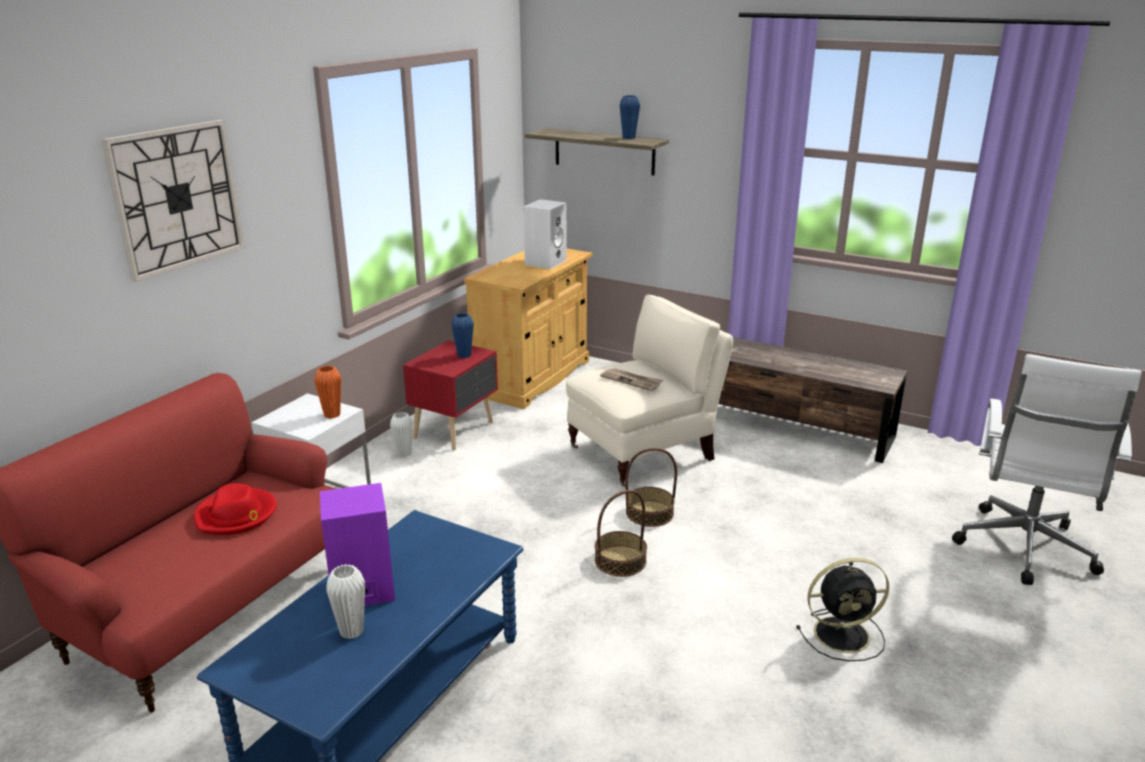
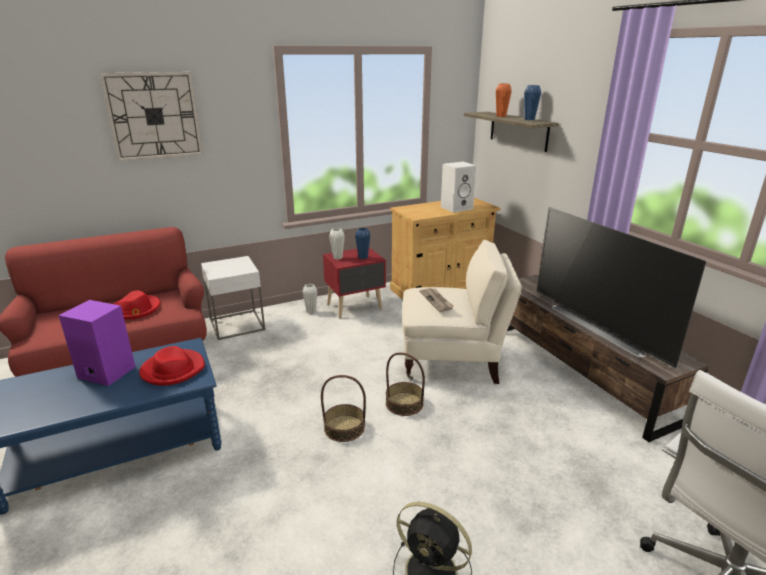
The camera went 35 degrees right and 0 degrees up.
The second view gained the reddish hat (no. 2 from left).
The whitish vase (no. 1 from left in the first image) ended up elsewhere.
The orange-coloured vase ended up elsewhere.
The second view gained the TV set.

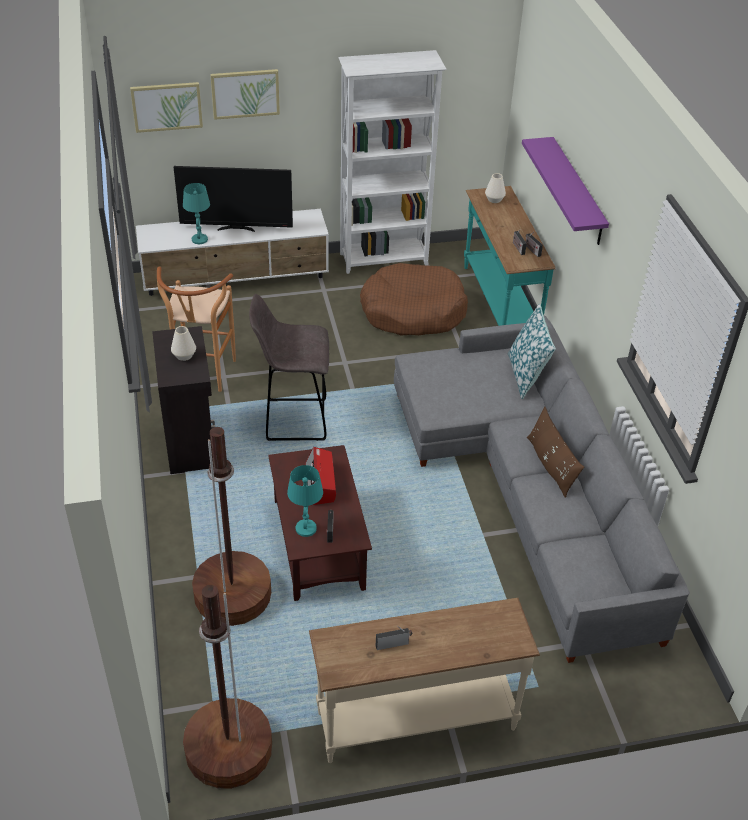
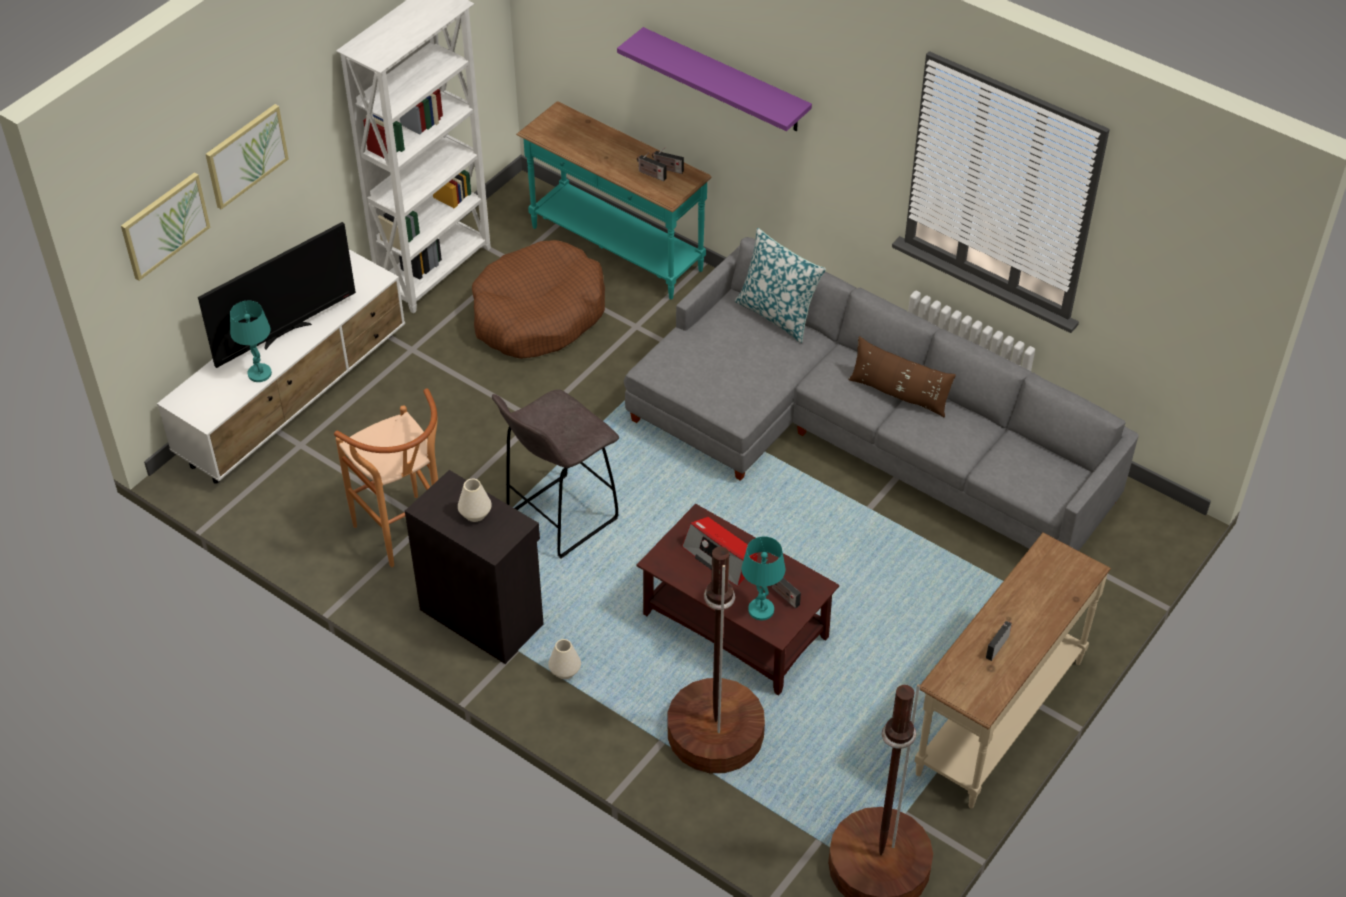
The camera went 40 degrees left and 5 degrees up.
The whitish vase (no. 2 from left) ended up elsewhere.

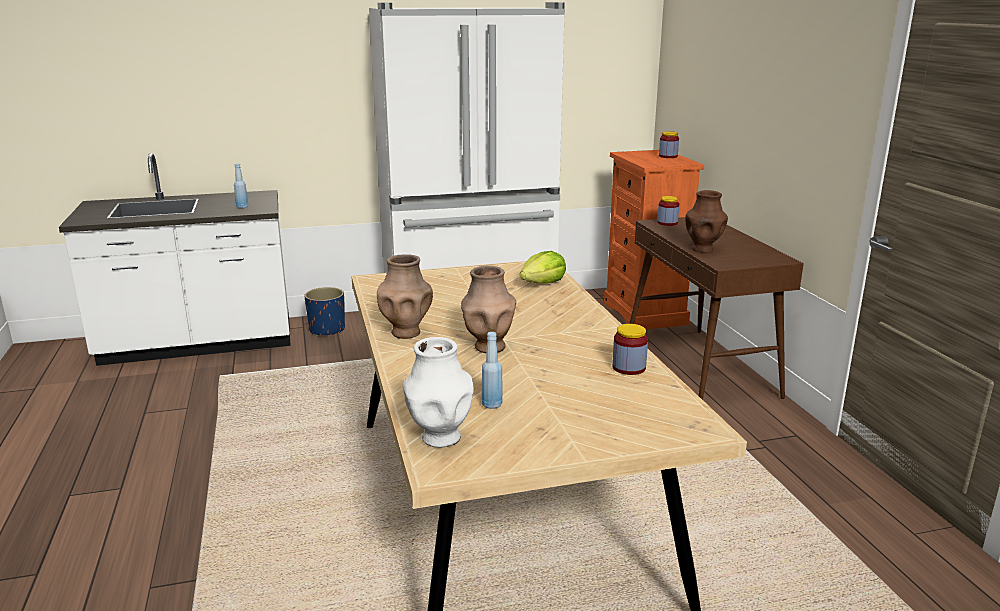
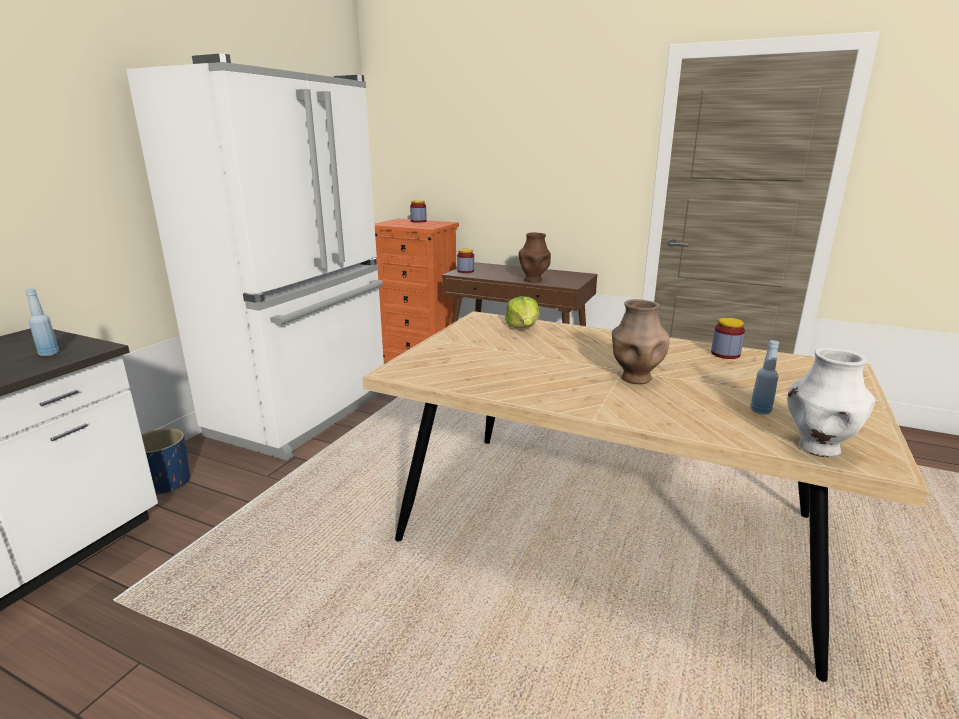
The camera went 50 degrees left and 0 degrees up.
The second view lost the brownish vase (no. 1 from left).

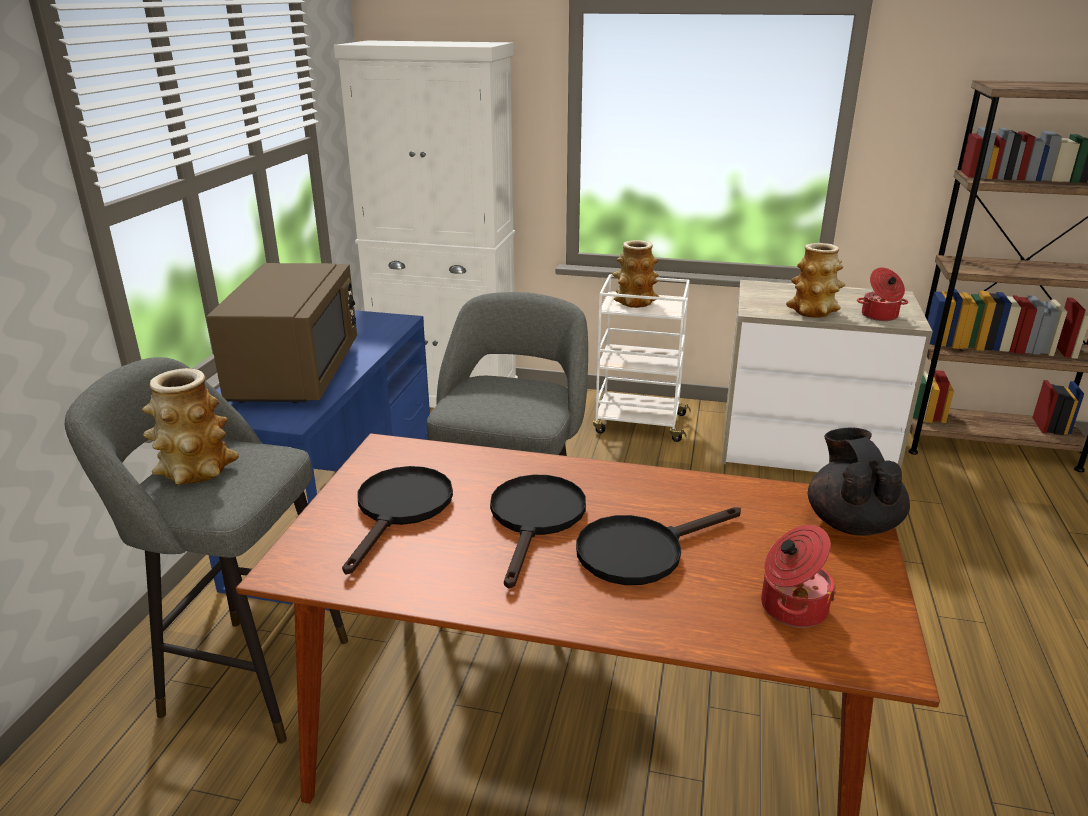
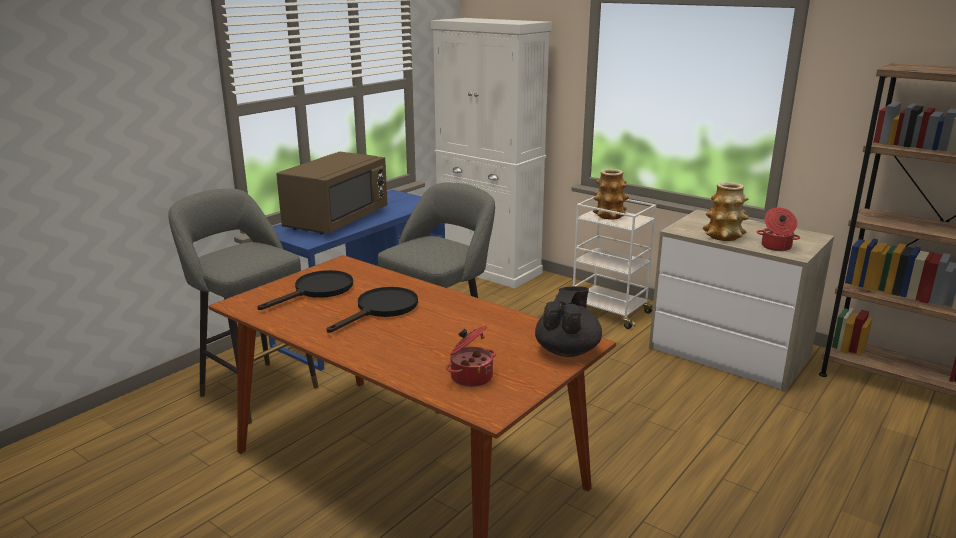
The camera went 25 degrees right and 5 degrees down.
The second view lost the vase (no. 1 from left).
The second view lost the blackish frying pan (no. 3 from left).

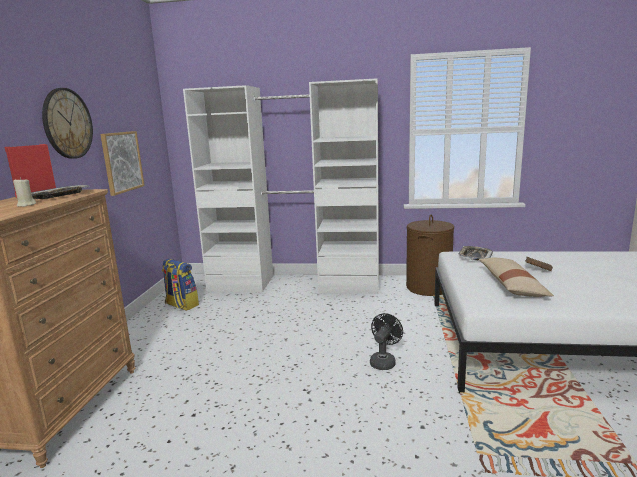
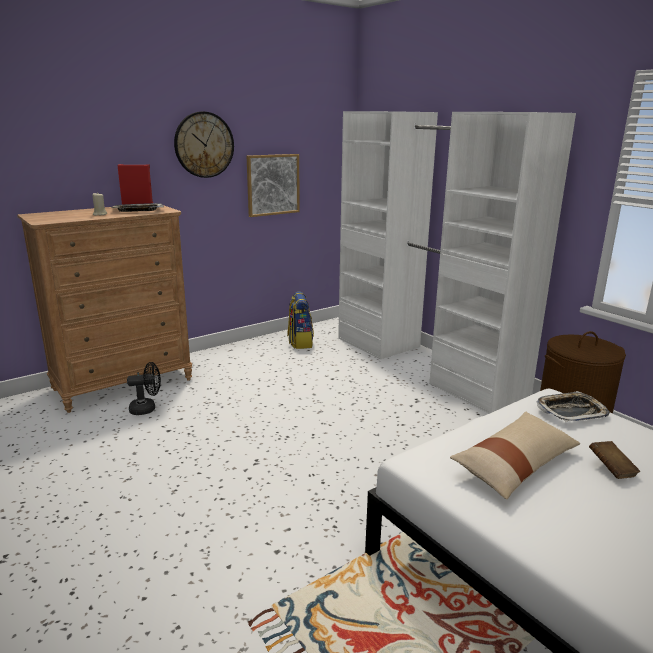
The camera went 45 degrees right and 5 degrees up.
The blackish cooling fan ended up elsewhere.

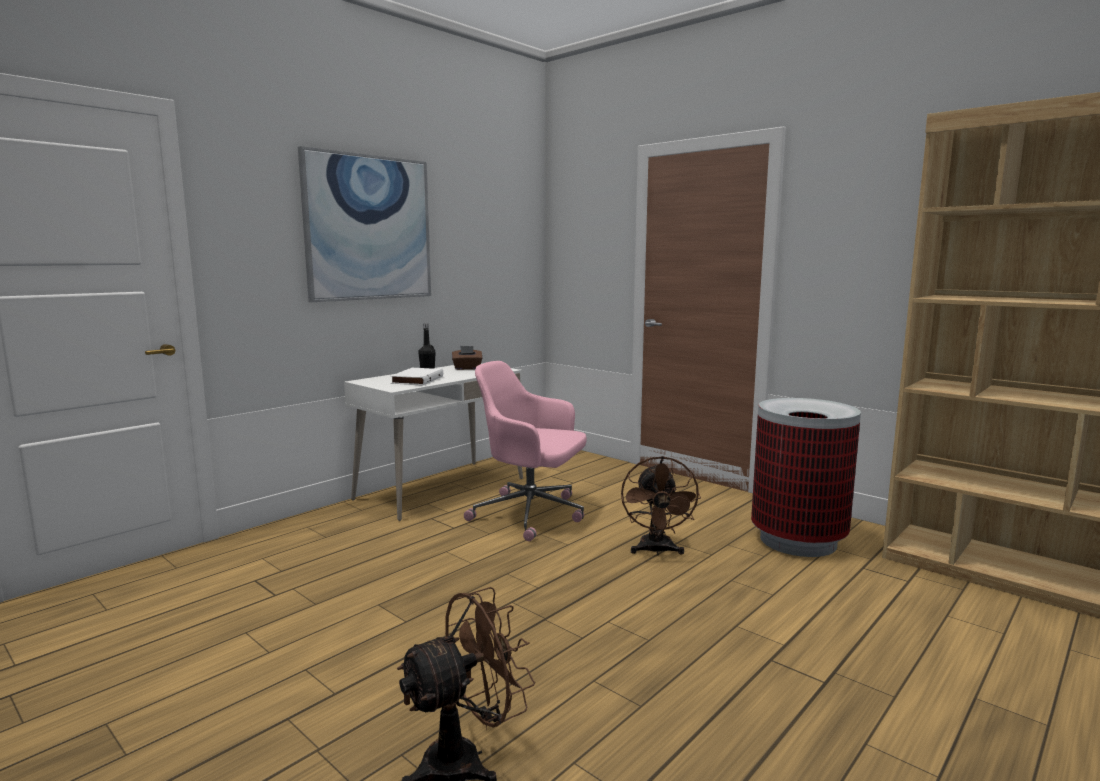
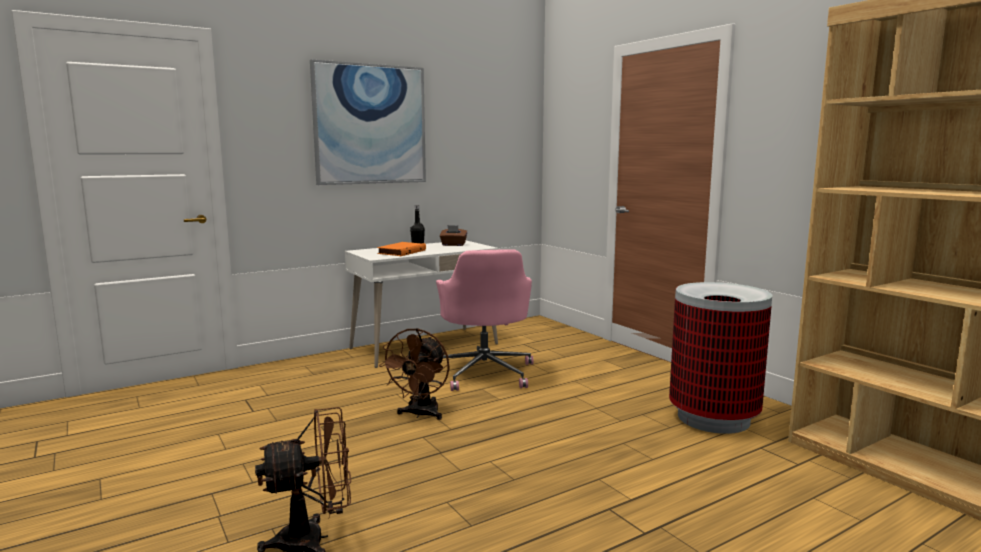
The camera went 15 degrees right and 0 degrees up.
What was the whitish volume turned into the orange-coloured volume.
The brownish cooling fan (no. 2 from left) ended up elsewhere.
The pink office chair ended up facing another way, 135 degrees counterclockwise from before.

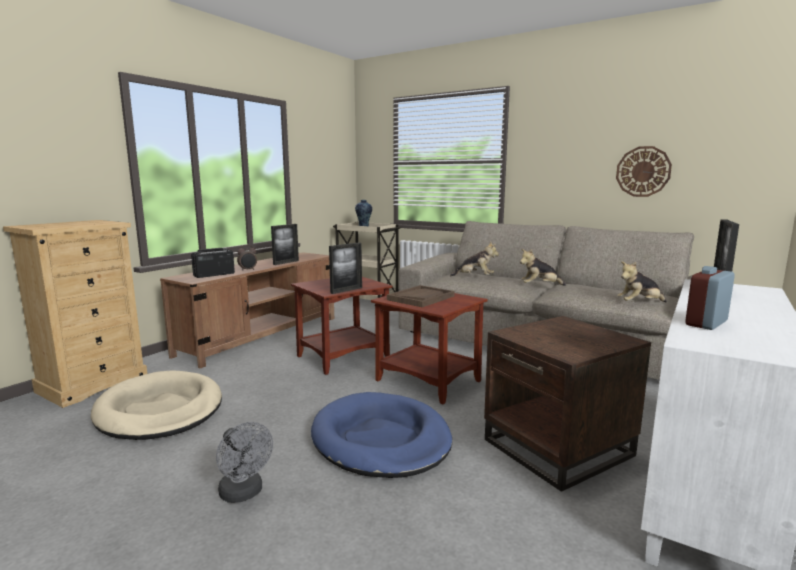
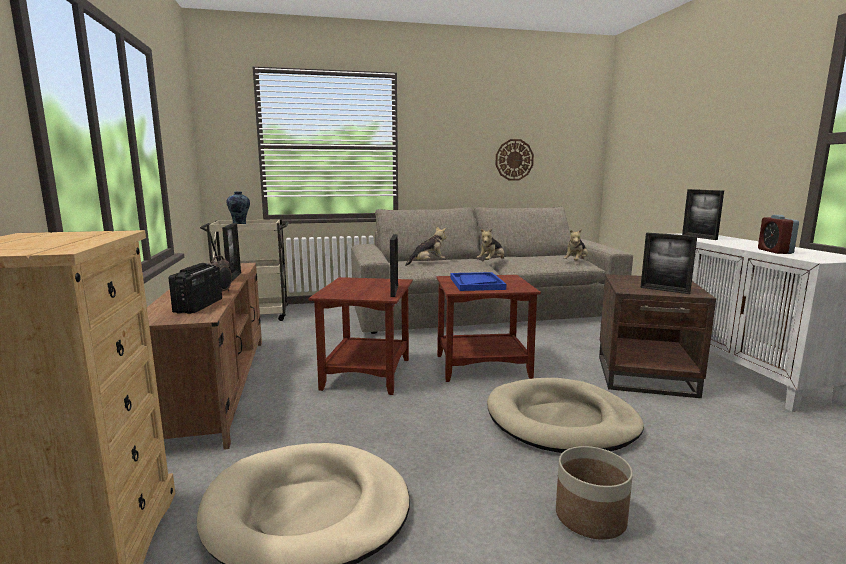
The camera went 45 degrees left and 0 degrees up.
What was the brownish carrying tray turned into the bluish carrying tray.
What was the bluish pet bed turned into the beige pet bed (no. 2 from left).
Where the gray cooling fan stood, the flower pot came to stand.
The second view gained the standing frame (no. 3 from left).

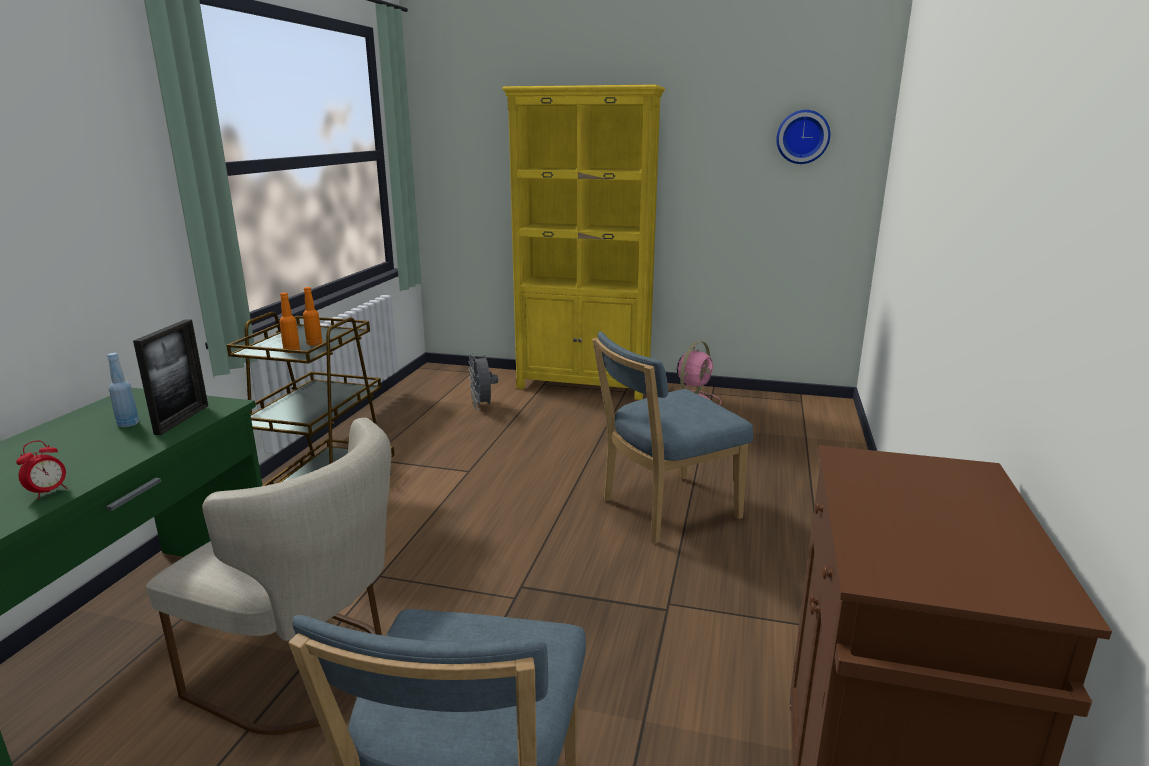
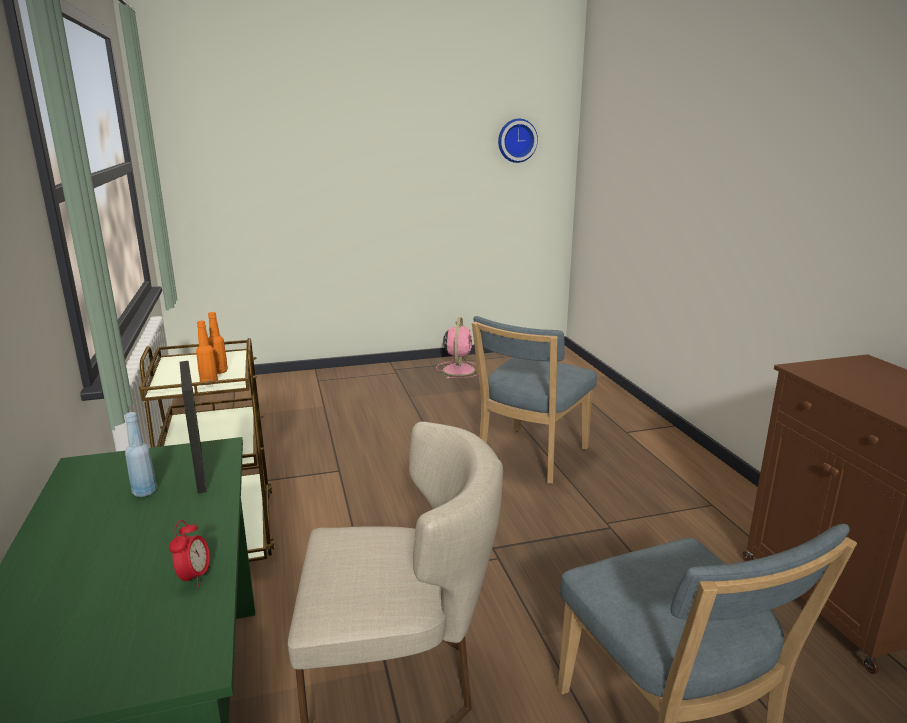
The camera went 30 degrees left and 0 degrees up.
The second view lost the gray cooling fan.
The second view lost the yellow bookcase.

